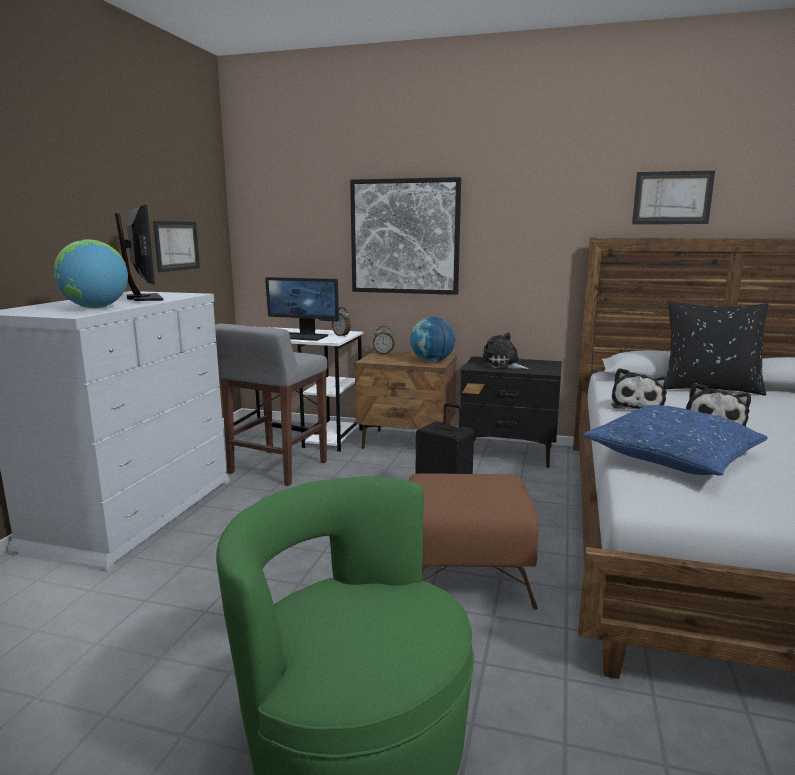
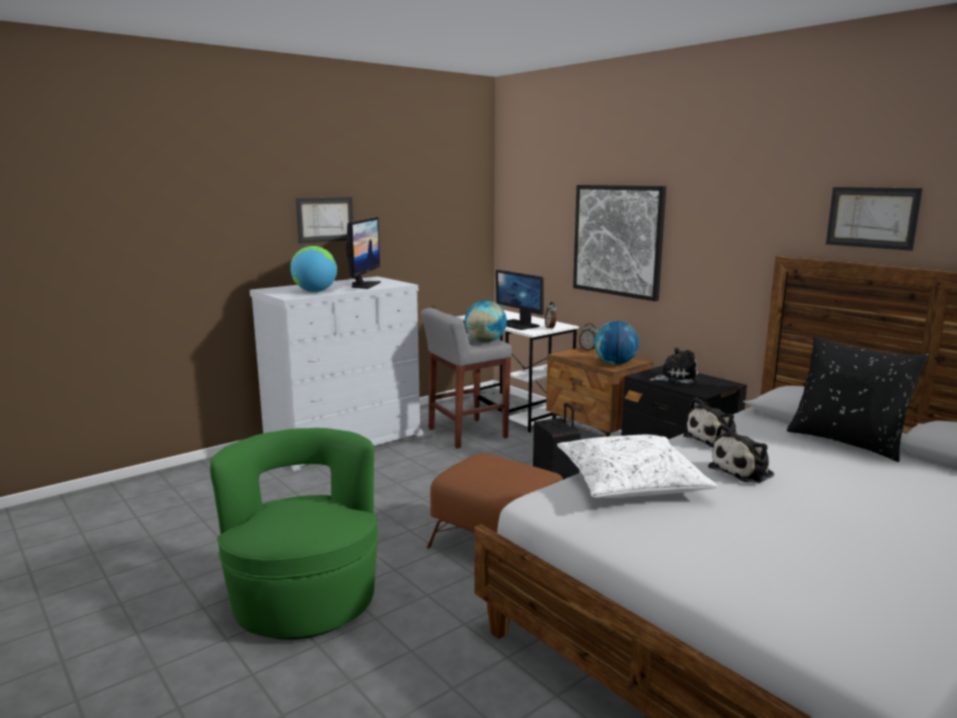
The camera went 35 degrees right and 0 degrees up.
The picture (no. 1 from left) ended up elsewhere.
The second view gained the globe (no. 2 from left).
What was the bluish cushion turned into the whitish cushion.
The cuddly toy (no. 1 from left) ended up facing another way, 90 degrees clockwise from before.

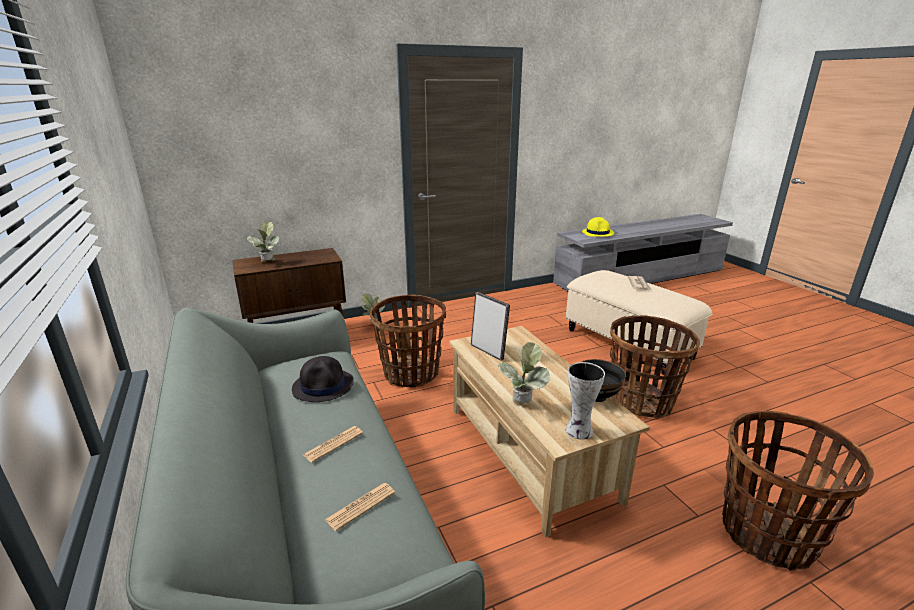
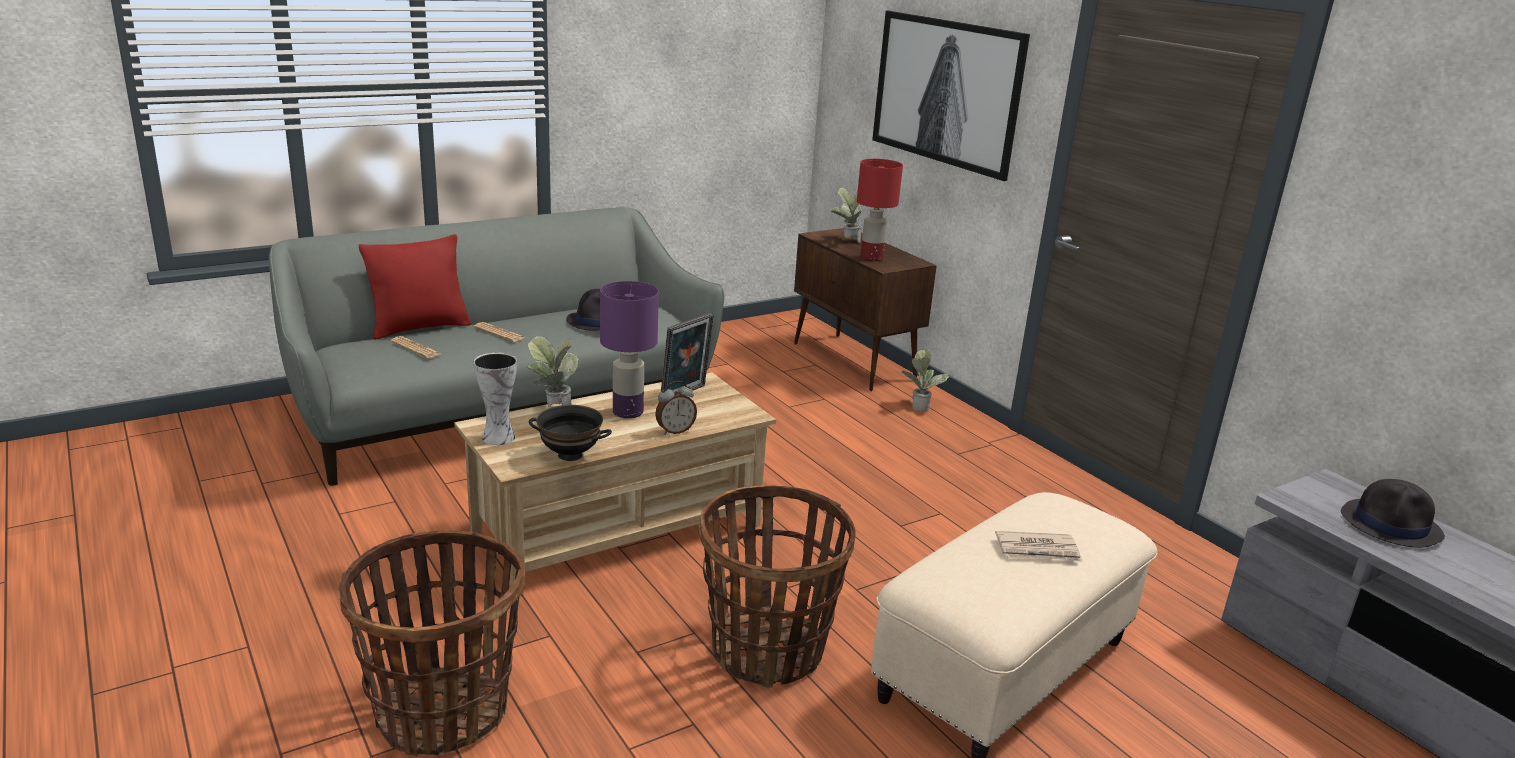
The camera went 80 degrees right and 0 degrees up.
The second view gained the reddish cushion.
The second view gained the purple tabletop lamp.
The second view gained the table clock.
The second view gained the reddish tabletop lamp.
The second view gained the picture.
What was the yellow hat turned into the blackish hat (no. 2 from left).
The second view lost the household basket (no. 1 from left).

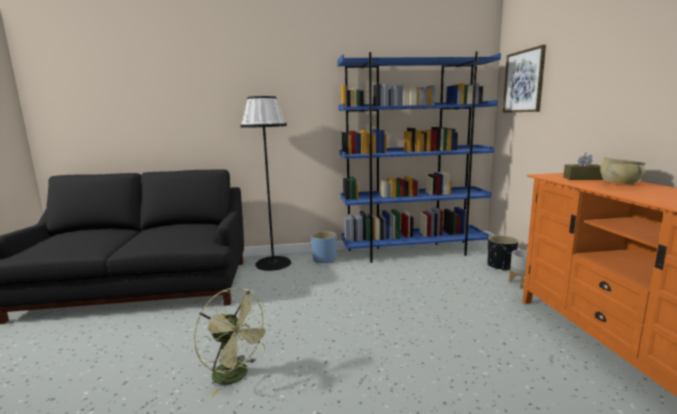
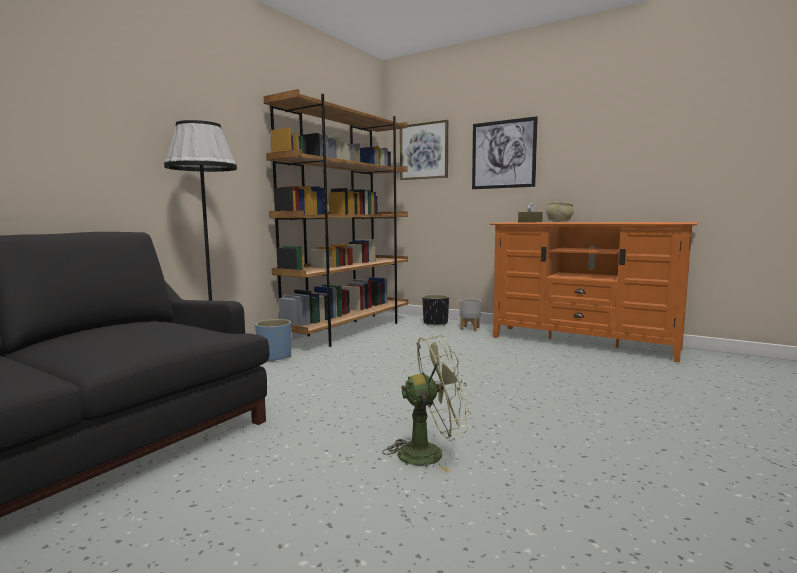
The camera went 50 degrees left and 5 degrees down.
What was the bluish bookcase turned into the brownish bookcase.
The second view gained the picture (no. 2 from left).

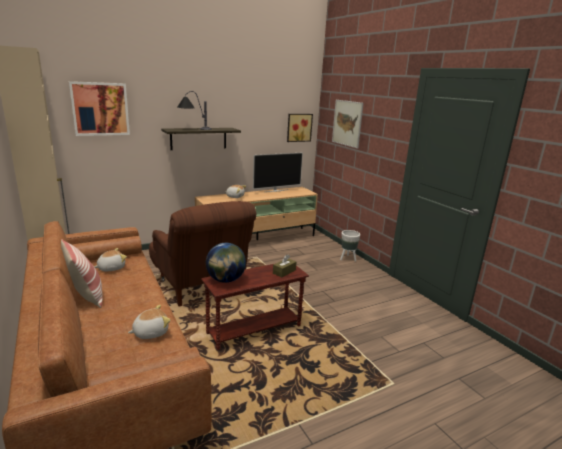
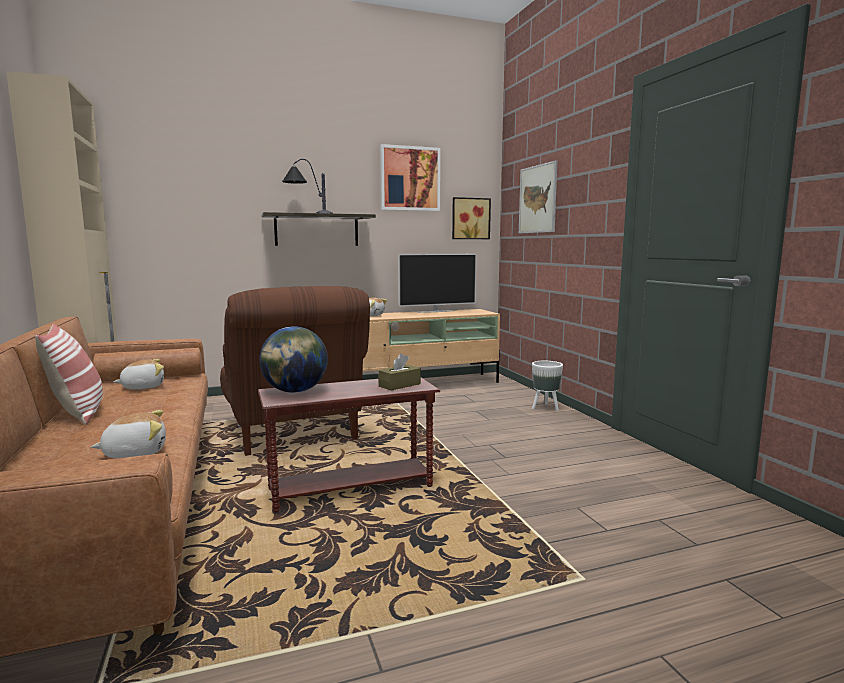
The camera went 10 degrees right and 10 degrees down.
The picture (no. 1 from left) ended up elsewhere.

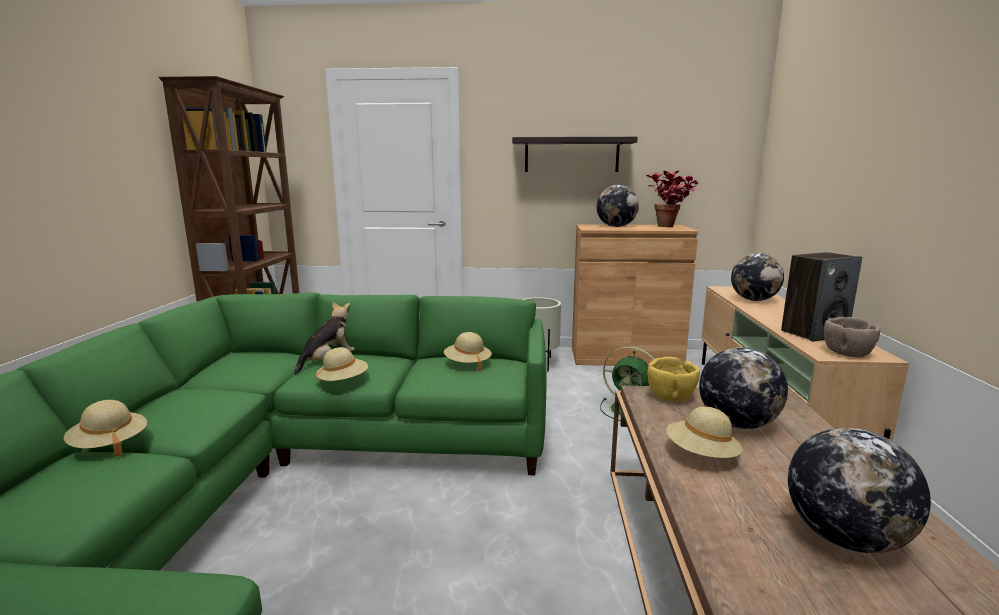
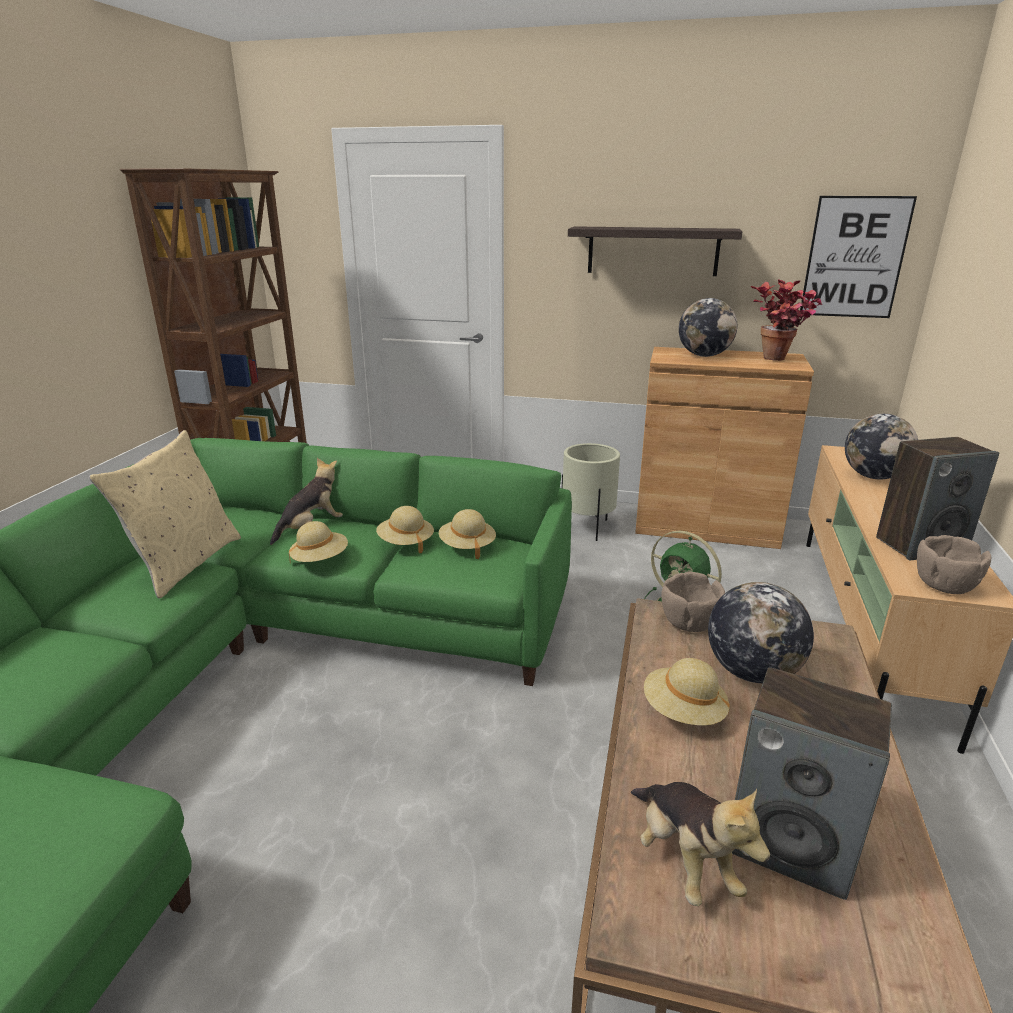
The camera went 10 degrees right and 10 degrees up.
The second view gained the beige cushion.
The beige hat (no. 1 from left in the first image) ended up elsewhere.
The second view gained the cuddly toy (no. 2 from left).
What was the yellow deep dish turned into the brownish deep dish (no. 1 from left).
Where the globe (no. 4 from left) stood, the audio speaker (no. 1 from left) came to stand.
The second view gained the picture.

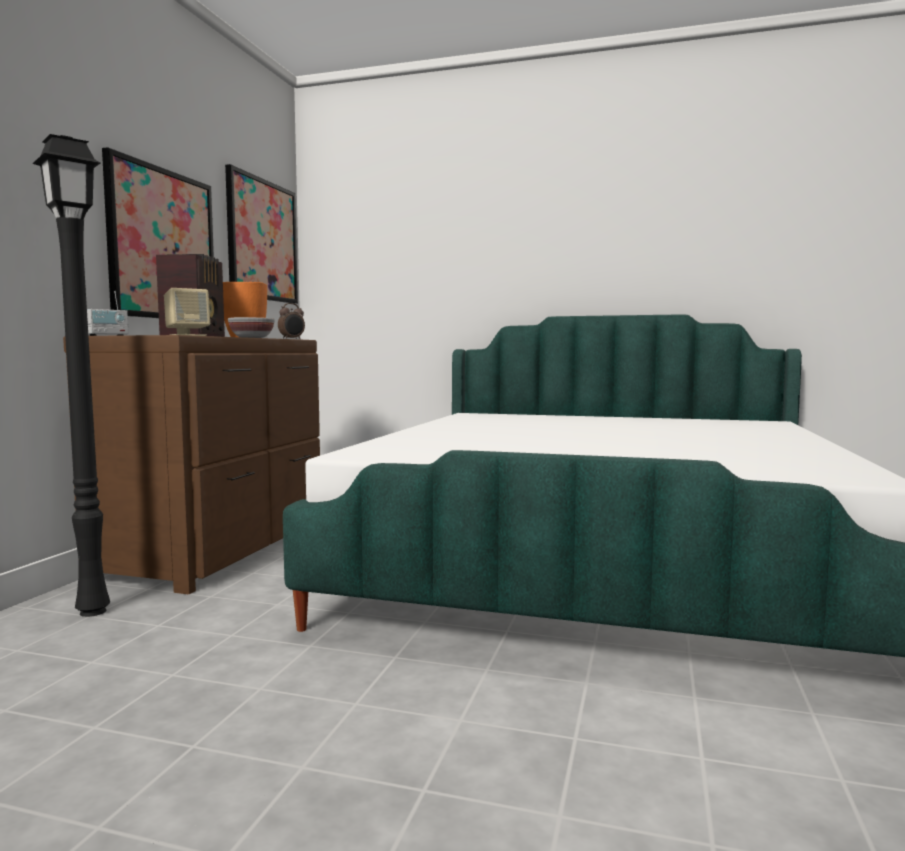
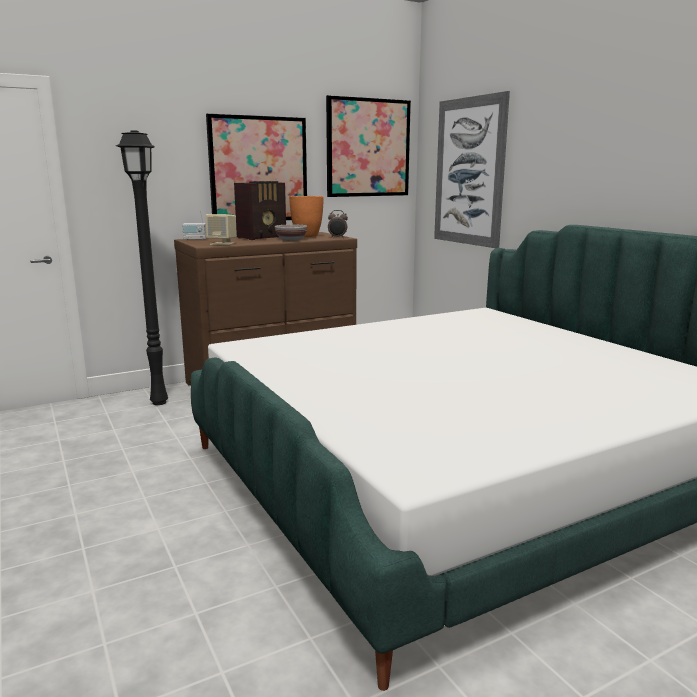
The camera went 45 degrees right and 10 degrees up.
The second view gained the picture (no. 3 from left).

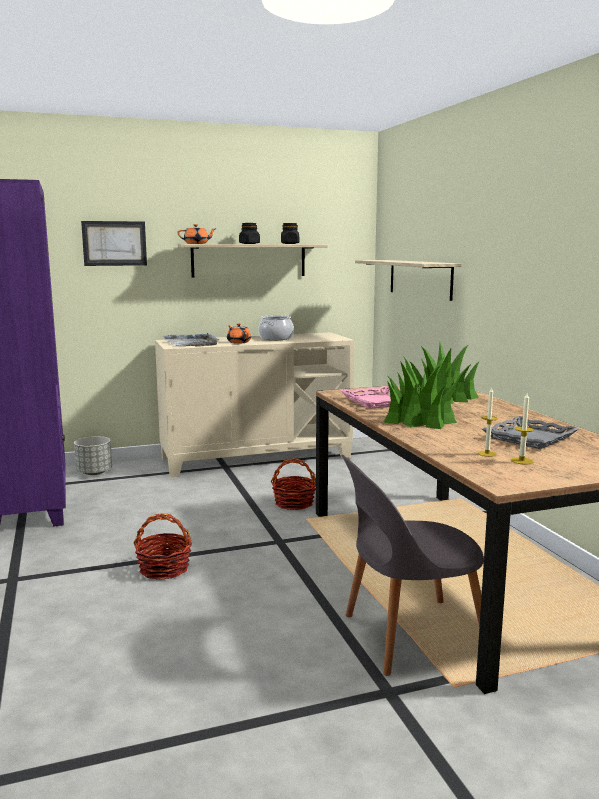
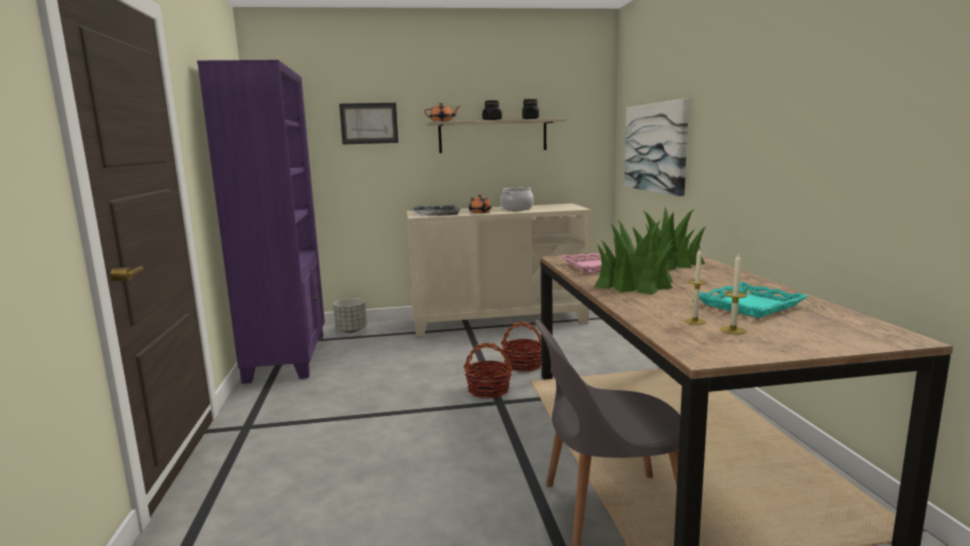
The camera went 10 degrees right and 0 degrees up.
The household basket (no. 1 from left) ended up elsewhere.
Where the shelf (no. 2 from left) hung, the picture (no. 2 from left) came to hang.
What was the gray carrying tray (no. 2 from left) turned into the turquoise carrying tray.

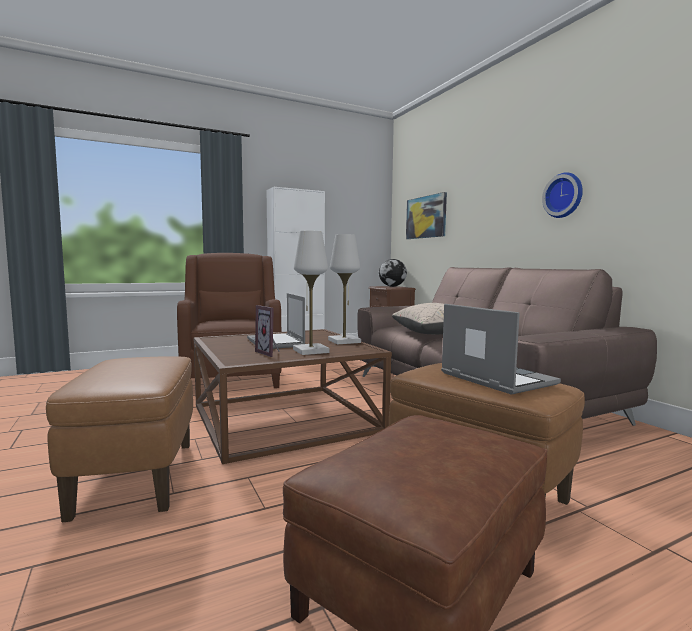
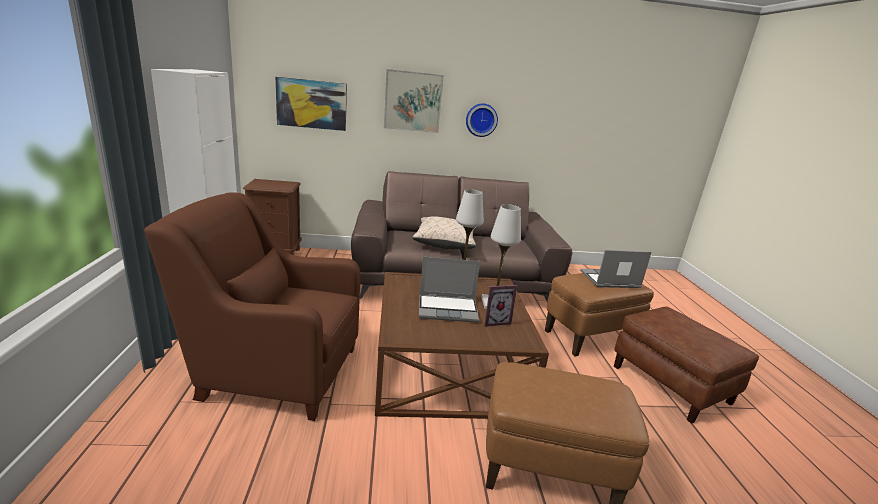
The camera went 70 degrees left and 15 degrees up.
The second view gained the picture (no. 2 from left).
The second view lost the globe.

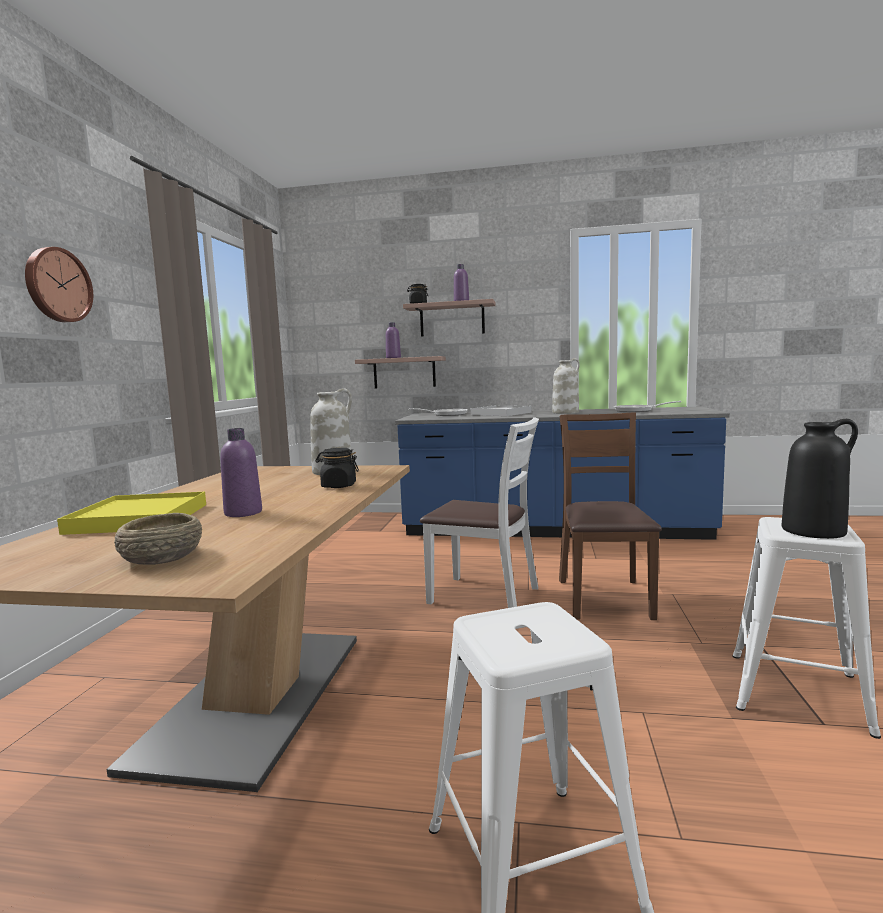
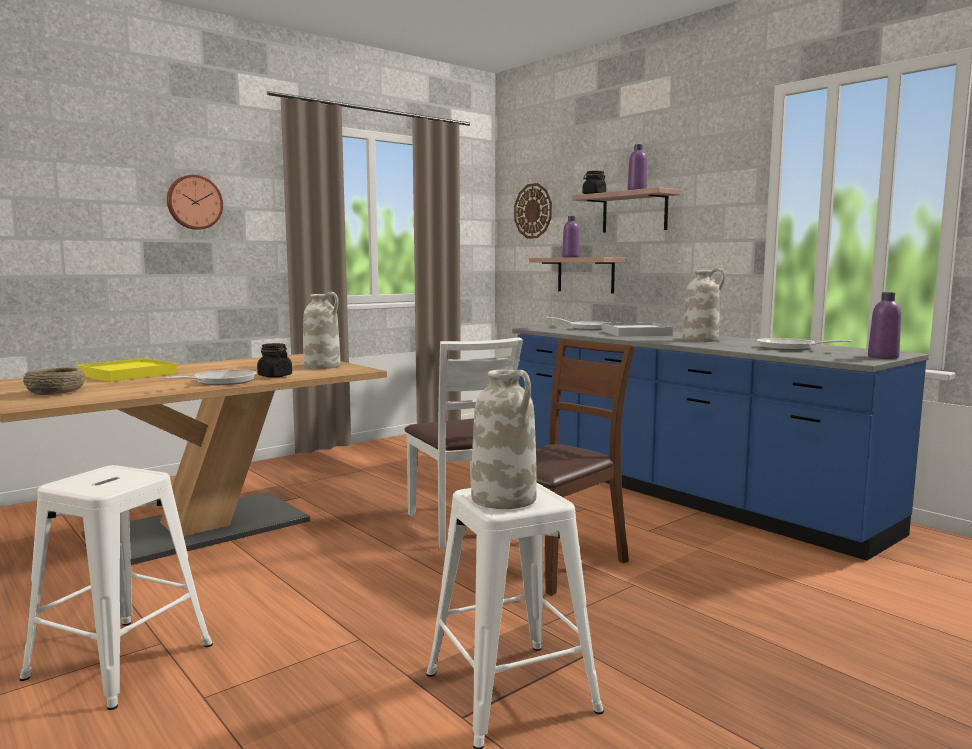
The camera went 40 degrees right and 0 degrees up.
The second view gained the frying pan (no. 1 from left).
What was the blackish vase turned into the whitish vase (no. 2 from left).
The second view gained the clock on the wall (no. 2 from left).
The purple beverage bottle (no. 1 from left in the first image) ended up elsewhere.

